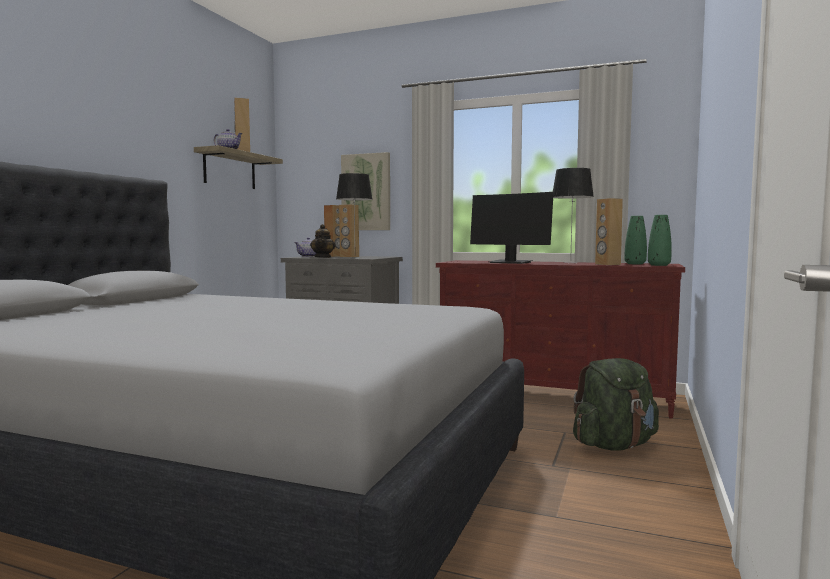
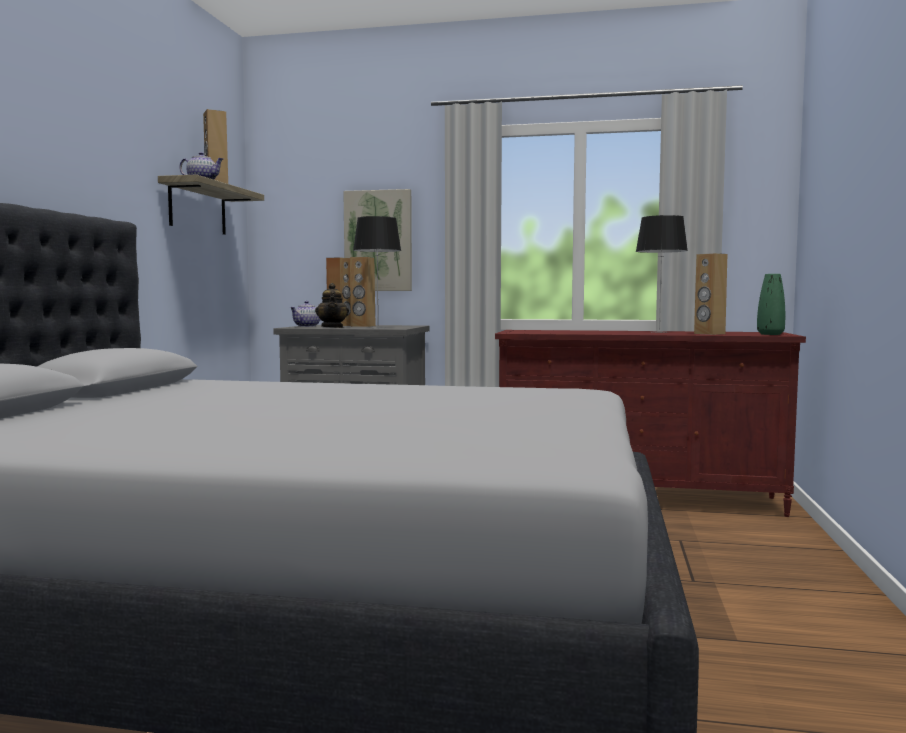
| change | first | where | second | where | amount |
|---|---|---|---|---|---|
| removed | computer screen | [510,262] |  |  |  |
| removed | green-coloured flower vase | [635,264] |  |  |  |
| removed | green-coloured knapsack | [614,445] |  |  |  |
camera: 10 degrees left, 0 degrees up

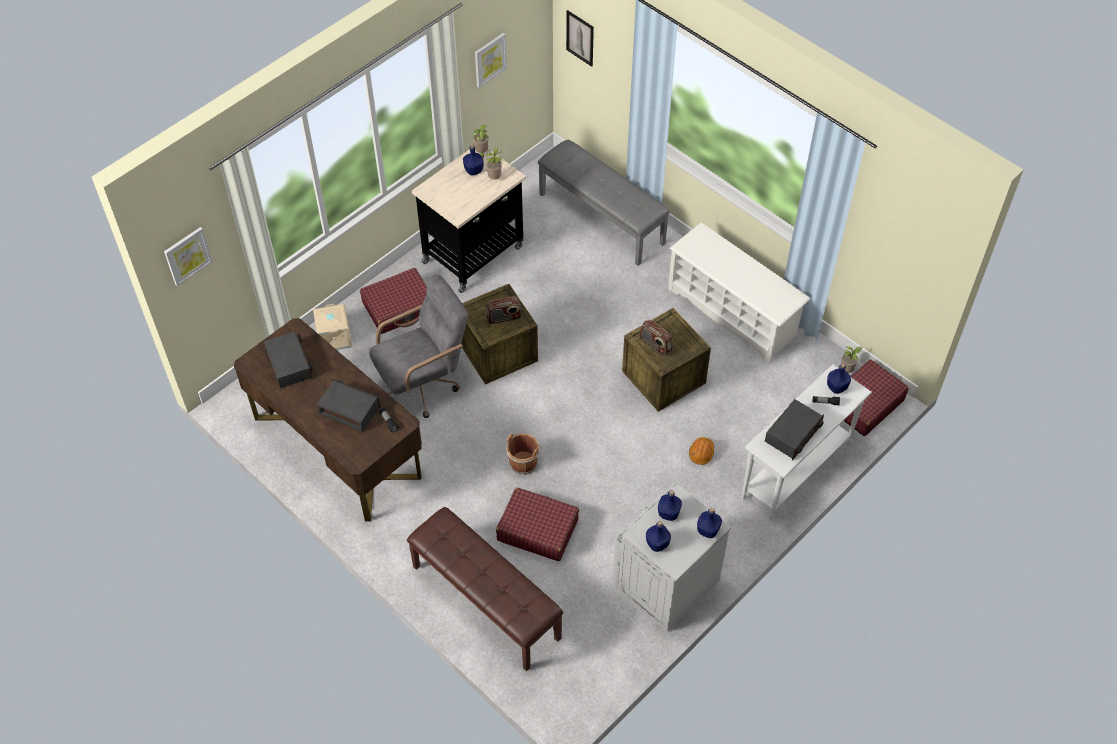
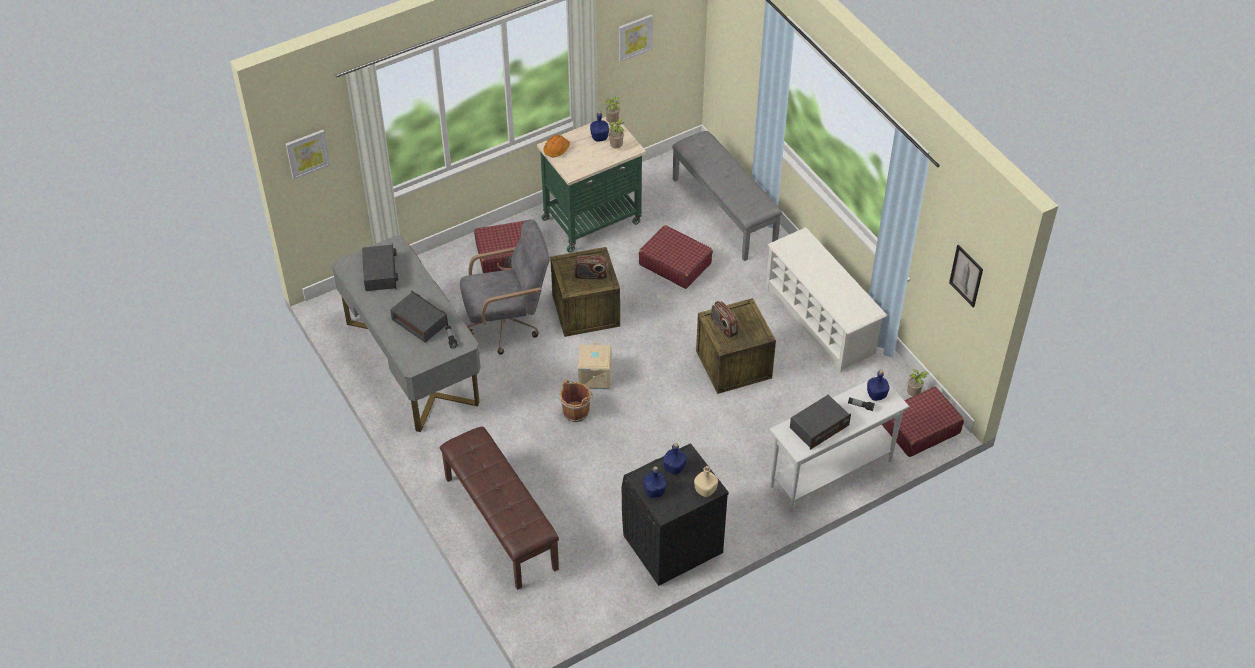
| change | first | where | second | where | amount |
|---|---|---|---|---|---|
| moved | wall art | [580,38] |  | [966,275] |  |
| recoloured | black cart | [473,254] | green-coloured cart | [592,220] |  |
| moved | sand-coloured storage container | [334,337] |  | [594,376] |  |
| recoloured | brownish desk | [337,447] | greyish desk | [412,362] |  |
| moved | orangey hard hat | [701,453] |  | [556,150] |  |
| recoloured | whitish laundry machine | [666,584] | black laundry machine | [672,545] |  |
| moved | red-coloured suitcase | [537,530] |  | [675,263] |  |
| recoloured | blue drink bottle | [707,531] | sand-coloured drink bottle | [705,491] |  |
camera: 15 degrees right, 5 degrees down

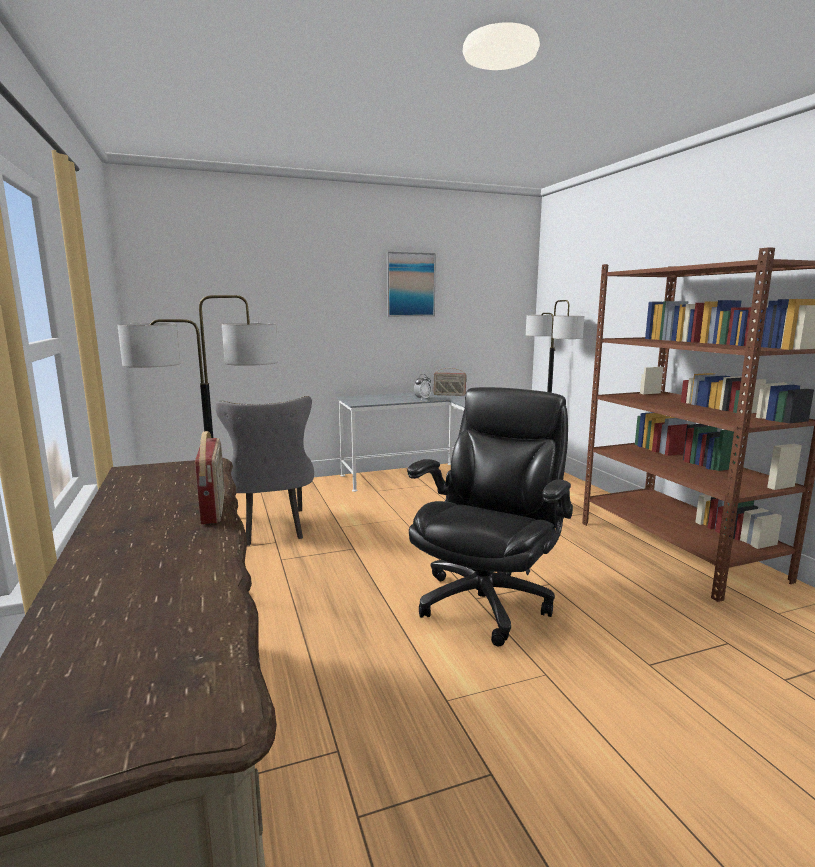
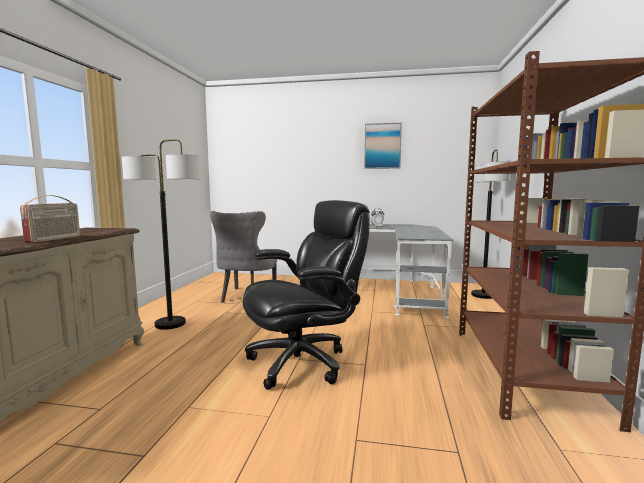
| change | first | where | second | where | amount |
|---|---|---|---|---|---|
| removed | radio | [449,395] |  |  |  |
camera: 30 degrees right, 5 degrees down

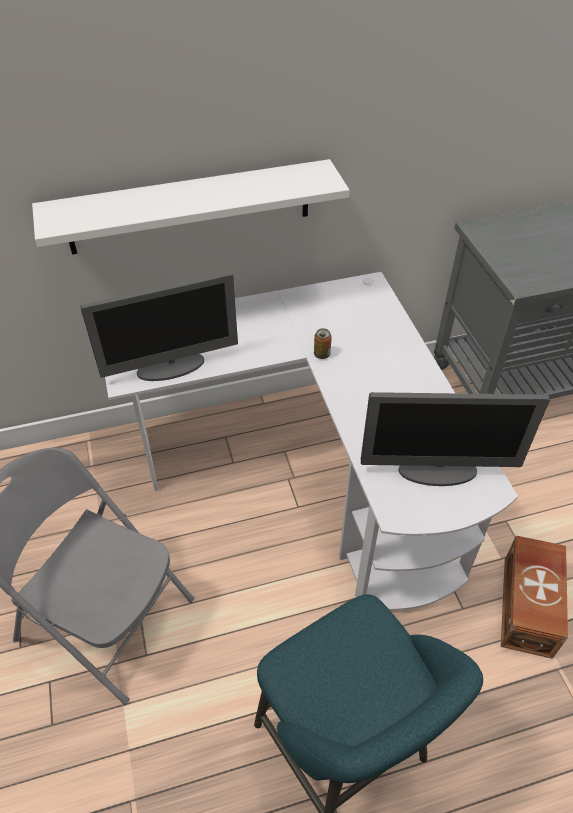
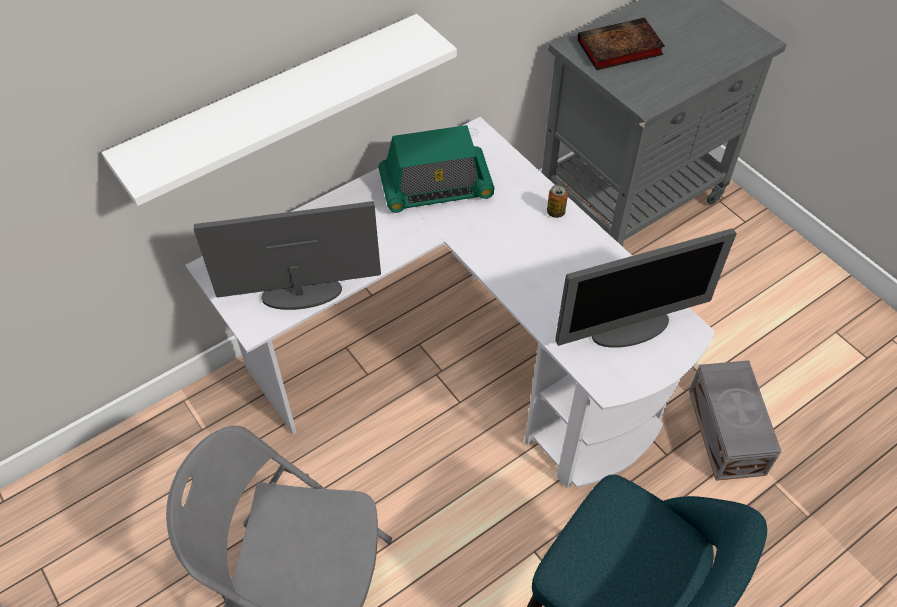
| change | first | where | second | where | amount |
|---|---|---|---|---|---|
| turned | computer screen | [171,367] |  | [301,294] | 150 degrees counterclockwise |
| moved | metal can | [322,354] |  | [555,212] |  |
| recoloured | brownish storage container | [529,605] | greyish storage container | [727,430] |  |
| added |  |  | bound book | [618,49] |  |
| added |  |  | radio | [436,187] |  |
camera: 20 degrees left, 5 degrees up

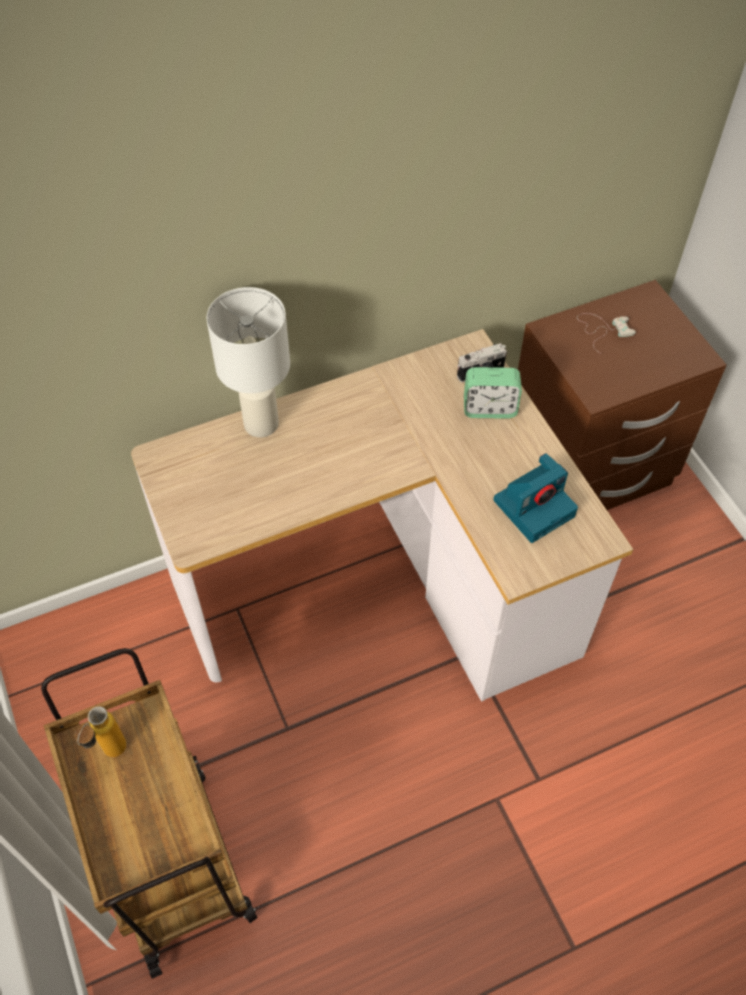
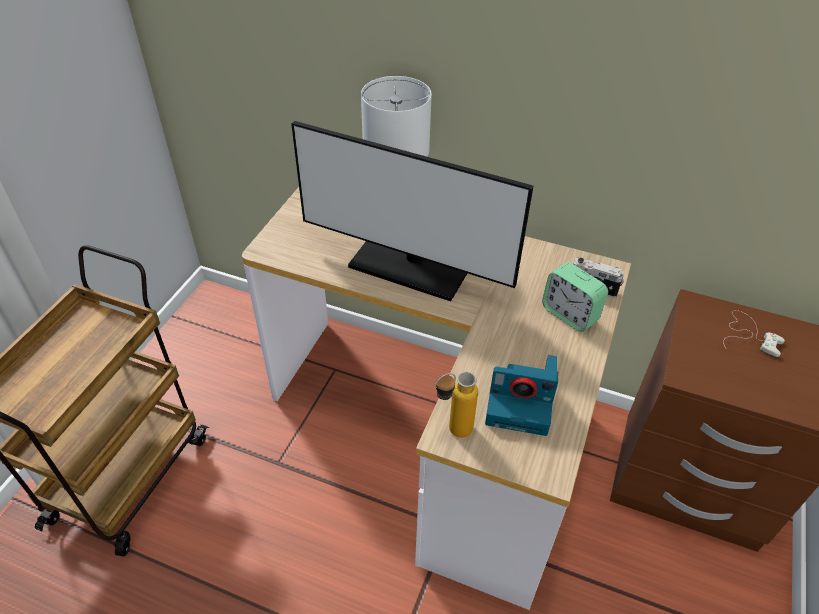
| change | first | where | second | where | amount |
|---|---|---|---|---|---|
| moved | drink bottle | [110,755] |  | [451,432] |  |
| added |  |  | computer screen | [409,268] |  |
camera: 45 degrees right, 10 degrees down

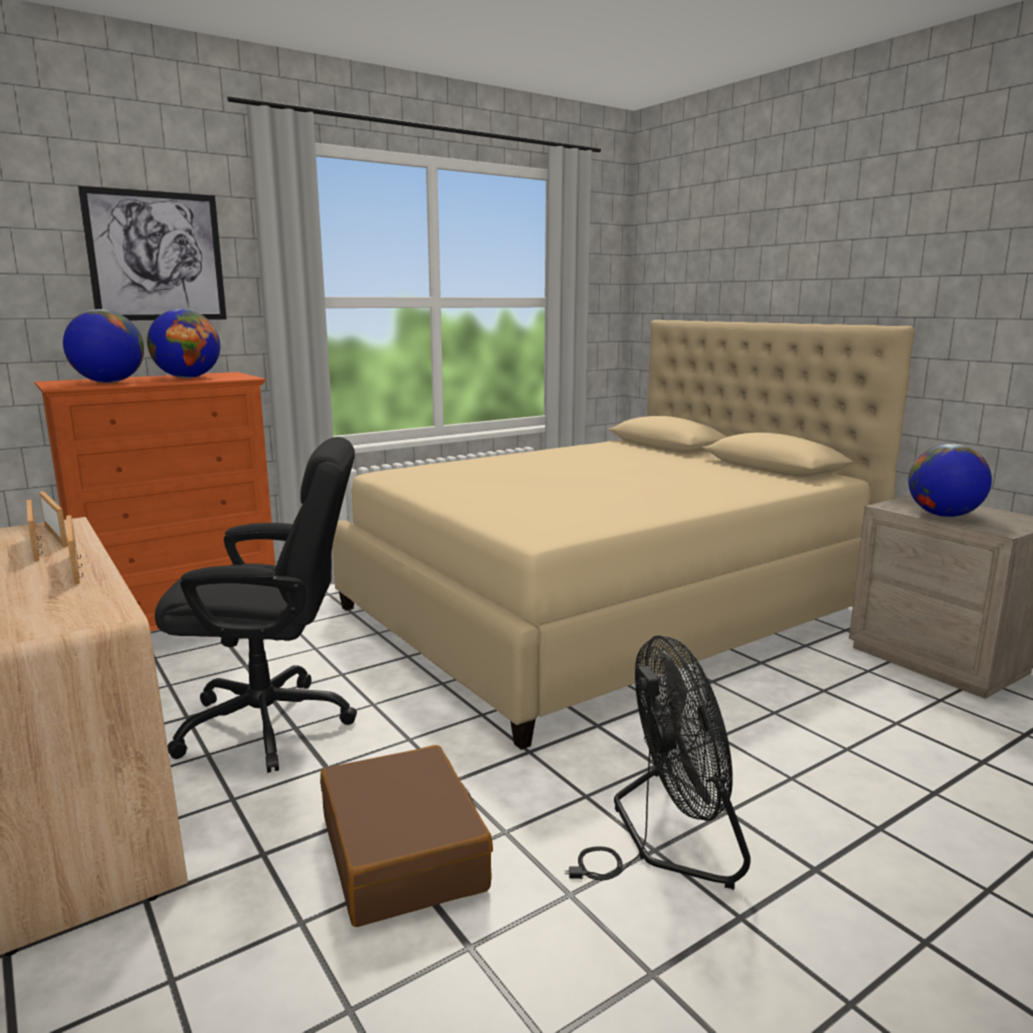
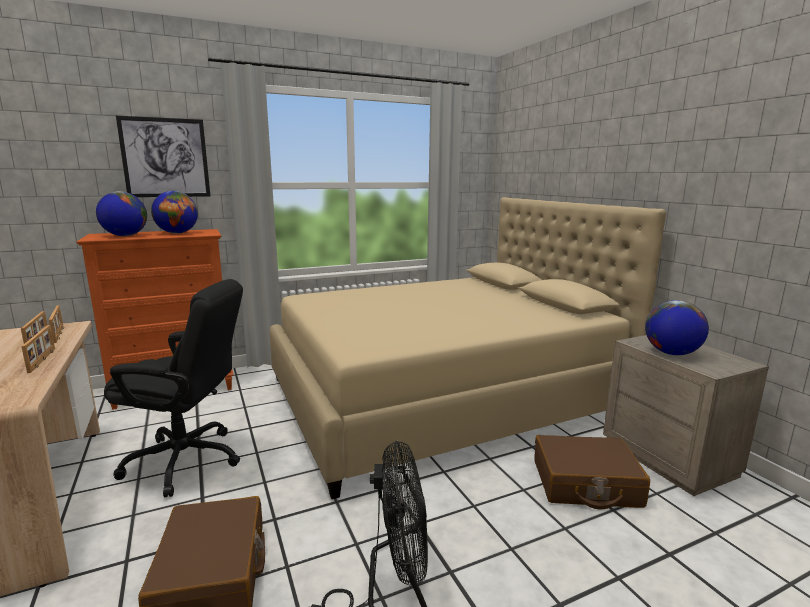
| change | first | where | second | where | amount |
|---|---|---|---|---|---|
| added |  |  | brownish suitcase | [585,484] |  |
camera: 10 degrees right, 0 degrees up

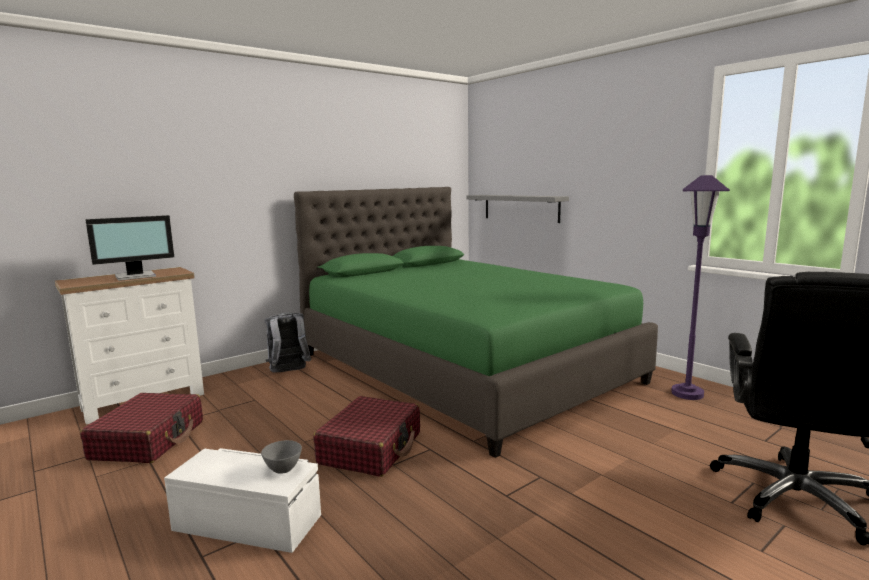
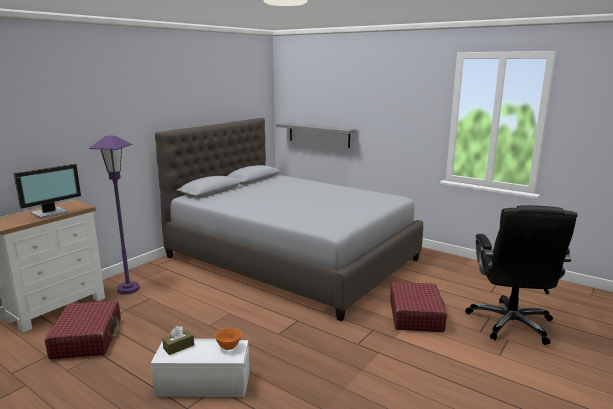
| change | first | where | second | where | amount |
|---|---|---|---|---|---|
| moved | purplish floor lamp | [687,394] |  | [128,289] |  |
| recoloured | green-coloured bedroom bed | [462,367] | greyish bedroom bed | [291,258] |  |
| removed | greyish knapsack | [289,372] |  |  |  |
| moved | red-coloured suitcase | [371,448] |  | [416,315] |  |
| recoloured | greyish serving bowl | [283,470] | orangey serving bowl | [229,347] |  |
| added |  |  | brownish tissue holder | [178,347] |  |
camera: 15 degrees left, 5 degrees up

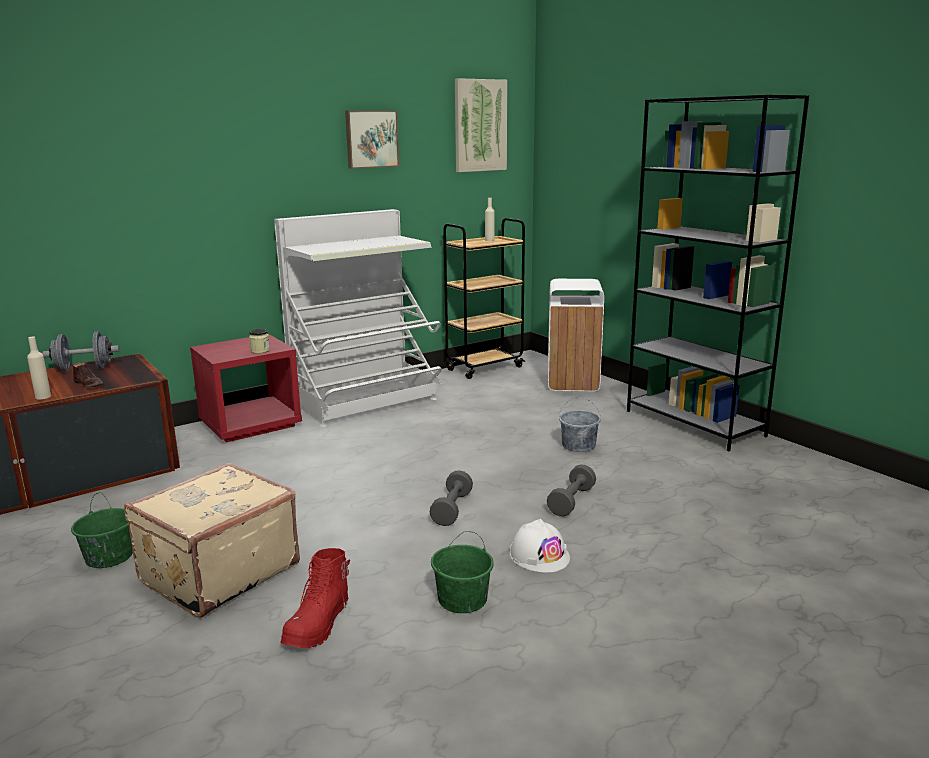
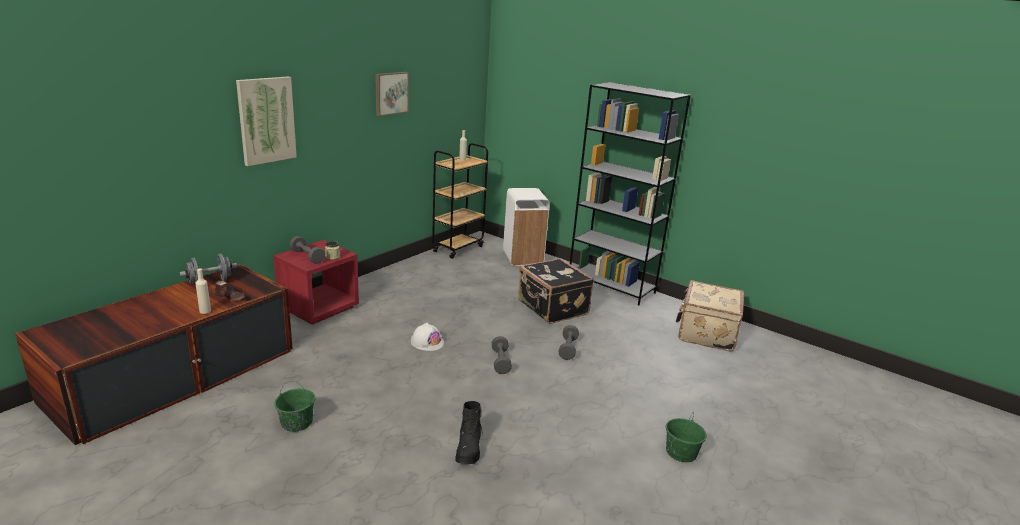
| change | first | where | second | where | amount |
|---|---|---|---|---|---|
| moved | wall art | [480,125] |  | [266,120] |  |
| removed | whitish shoe rack | [367,403] |  |  |  |
| replaced | greyish water bucket | [579,445] | black suitcase | [552,308] |  |
| moved | sand-coloured suitcase | [217,572] |  | [705,333] |  |
| moved | whitish hard hat | [539,555] |  | [427,342] |  |
| moved | green-coloured water bucket | [463,599] |  | [681,452] |  |
| recoloured | red-coloured tall boot | [319,625] | black tall boot | [469,448] |  |
| added |  |  | greyish dumbbell | [307,257] |  |
camera: 20 degrees left, 5 degrees up

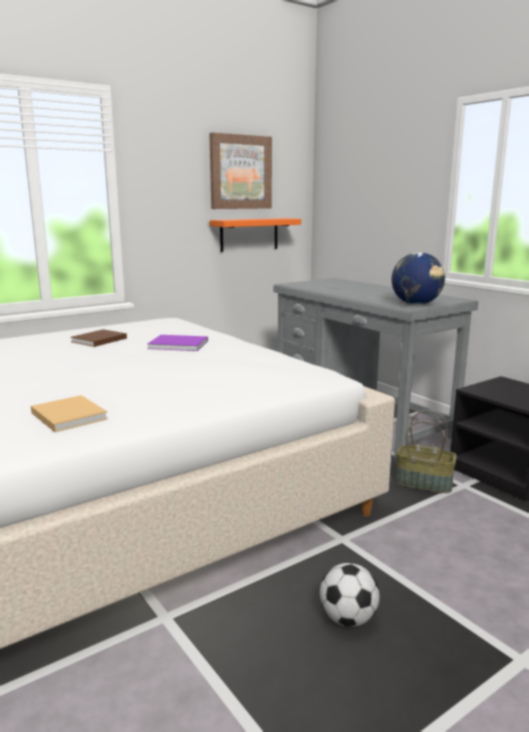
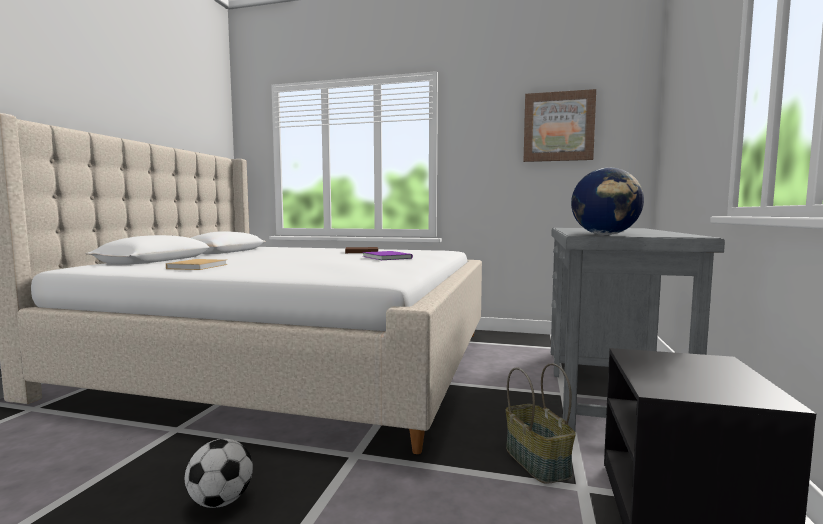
| change | first | where | second | where | amount |
|---|---|---|---|---|---|
| removed | orangey shelf | [249,234] |  |  |  |
camera: 50 degrees right, 10 degrees down

